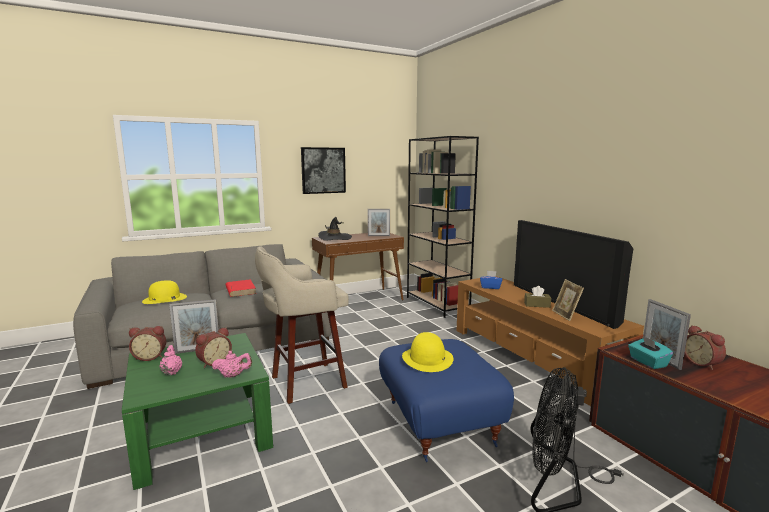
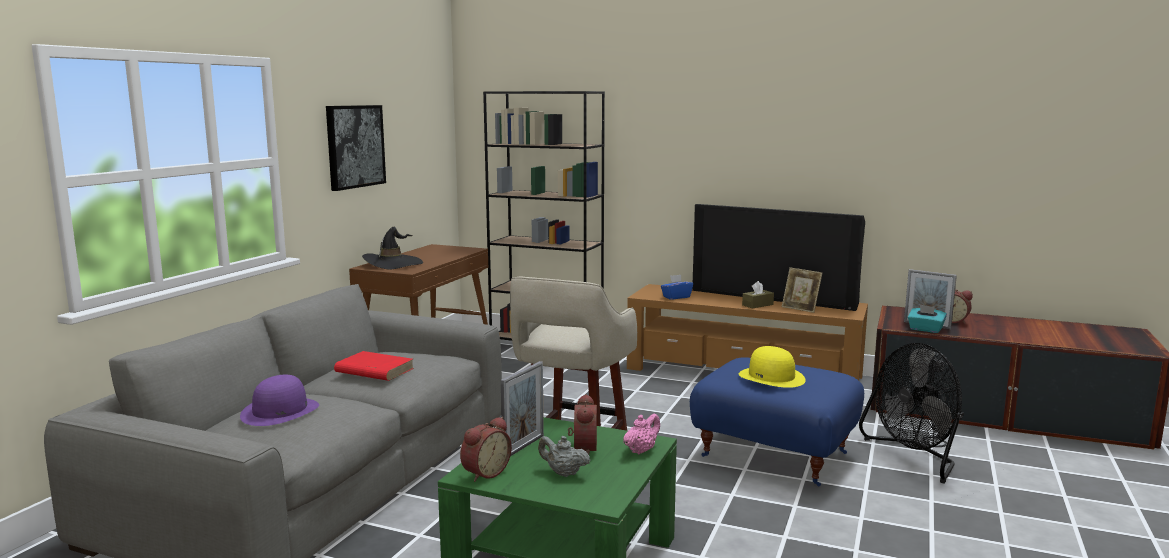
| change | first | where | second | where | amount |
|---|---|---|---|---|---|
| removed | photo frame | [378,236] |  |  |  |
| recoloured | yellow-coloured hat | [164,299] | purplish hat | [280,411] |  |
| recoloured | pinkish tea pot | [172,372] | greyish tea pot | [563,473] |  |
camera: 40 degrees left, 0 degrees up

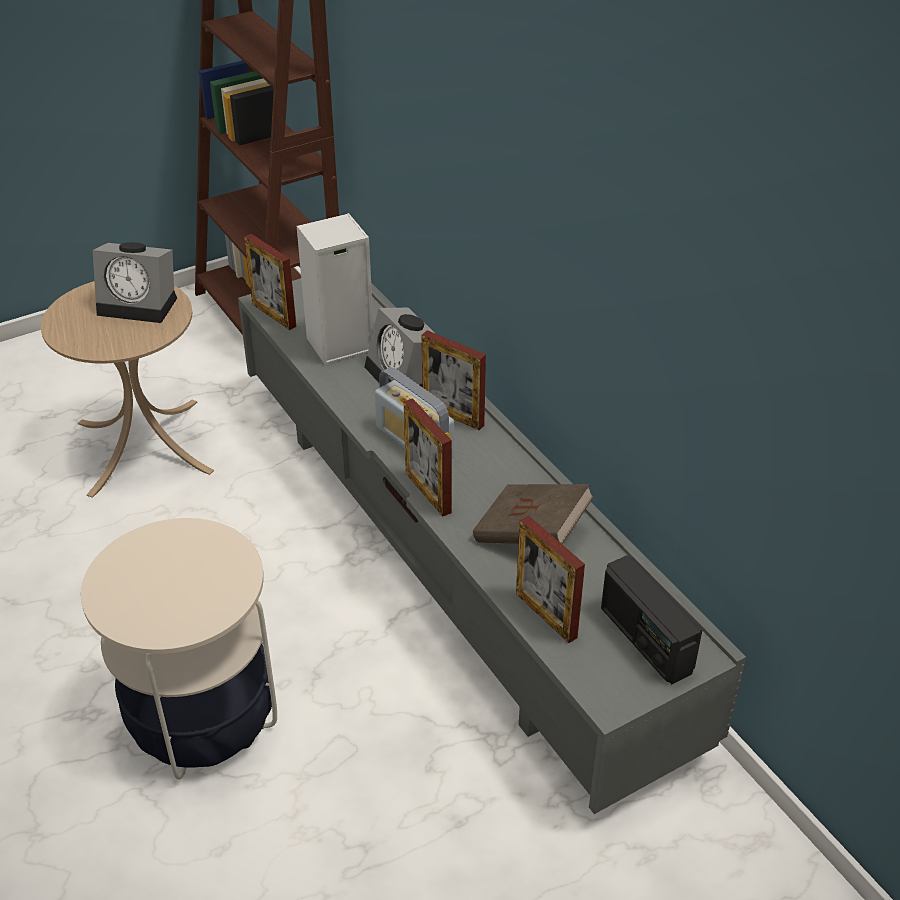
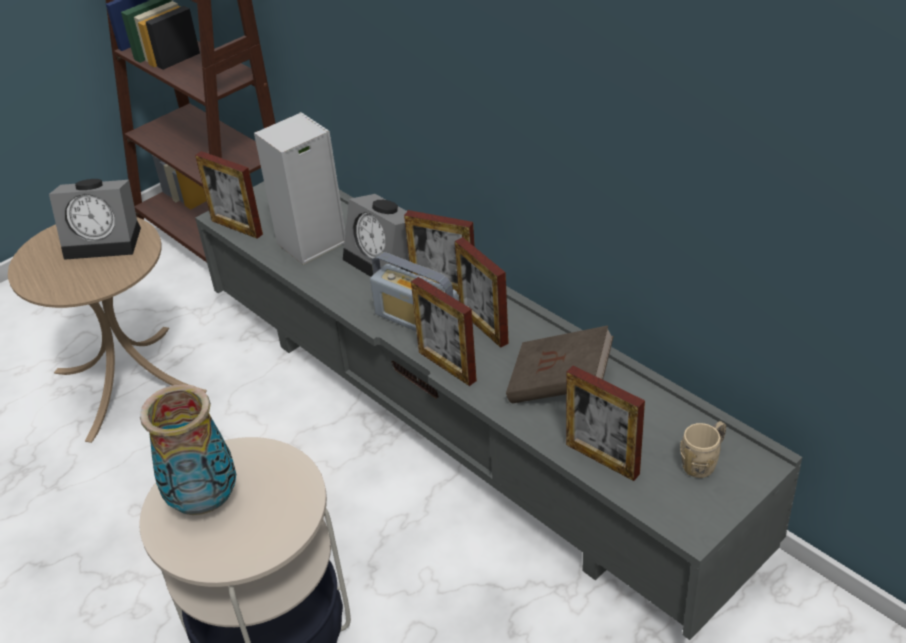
| change | first | where | second | where | amount |
|---|---|---|---|---|---|
| replaced | radio | [645,640] | sand-coloured tea mug | [703,462] |  |
| added |  |  | photo frame | [483,327] |  |
| added |  |  | flower vase | [205,502] |  |
camera: 10 degrees left, 0 degrees up

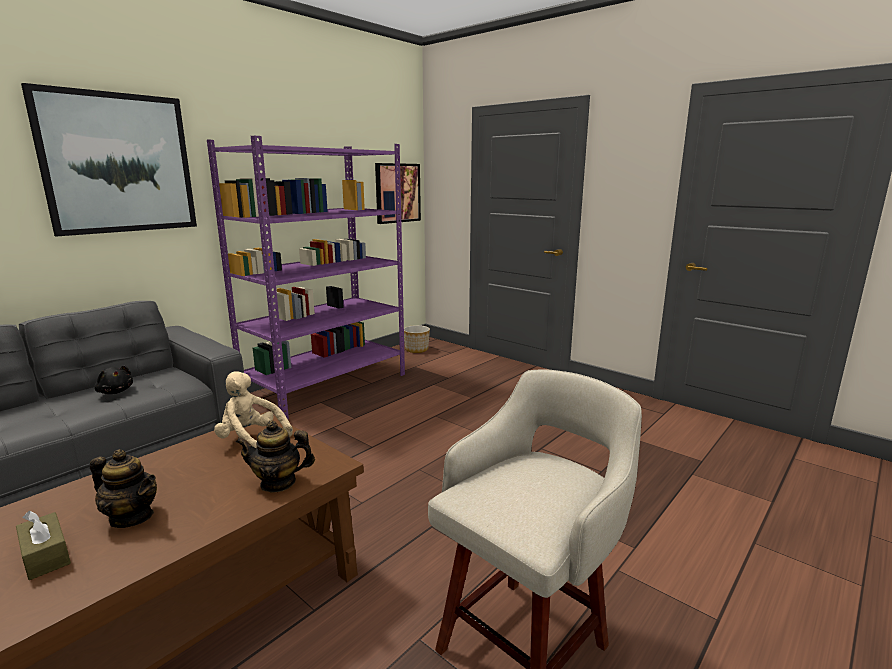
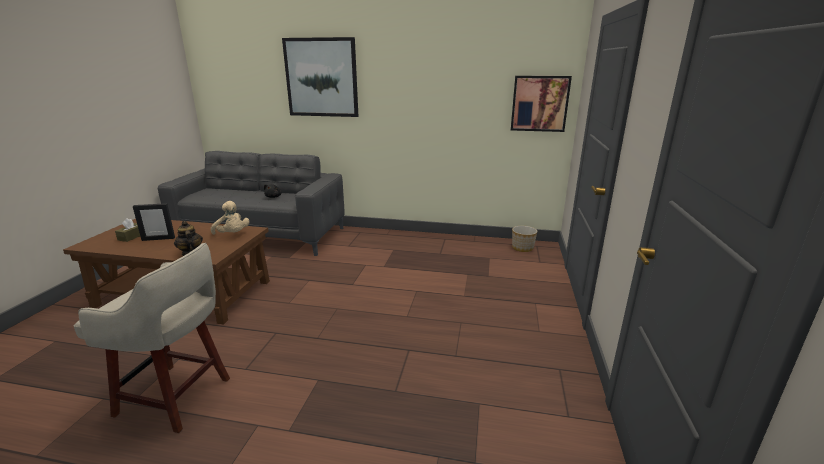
| change | first | where | second | where | amount |
|---|---|---|---|---|---|
| removed | purplish shelving unit | [326,385] |  |  |  |
| turned | sand-coloured cuddly toy | [251,440] |  | [232,234] | 135 degrees clockwise |
| replaced | tea pot | [132,517] | photo frame | [158,238] |  |
camera: 60 degrees right, 5 degrees up

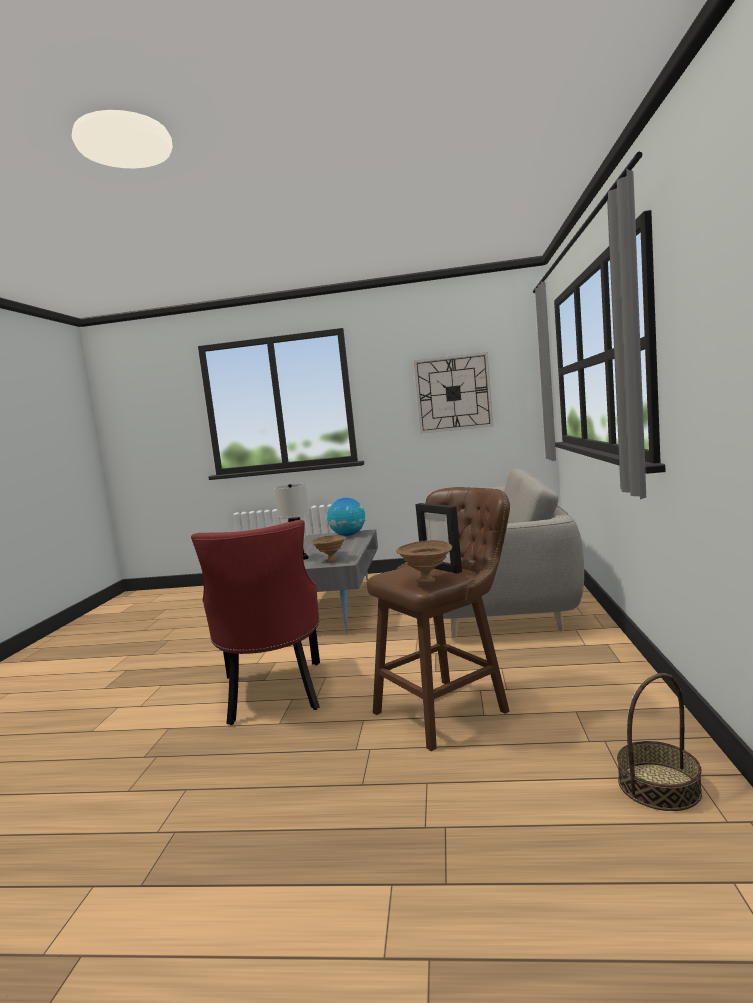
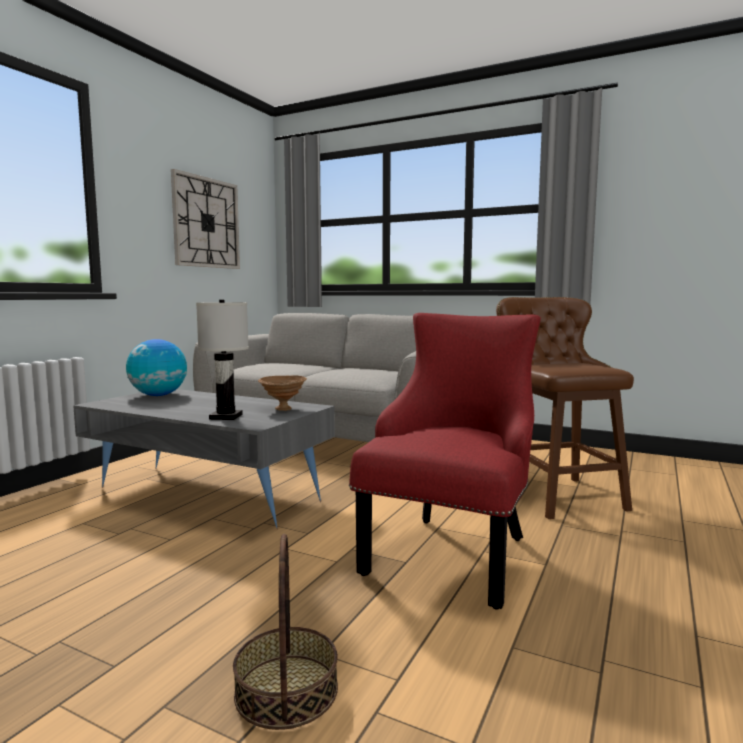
| change | first | where | second | where | amount |
|---|---|---|---|---|---|
| removed | photo frame | [441,568] |  |  |  |
| turned | red-coloured easy chair | [273,691] |  | [450,559] | 75 degrees counterclockwise |
| removed | brownish serving bowl | [427,581] |  |  |  |
| moved | household basket | [658,786] |  | [286,690] |  |
camera: 70 degrees left, 0 degrees up

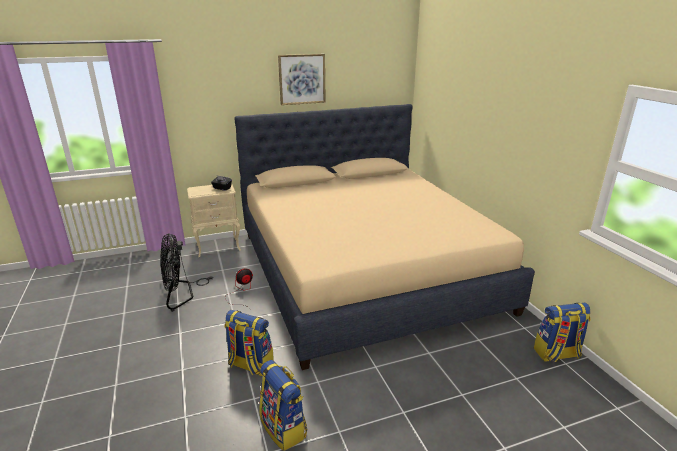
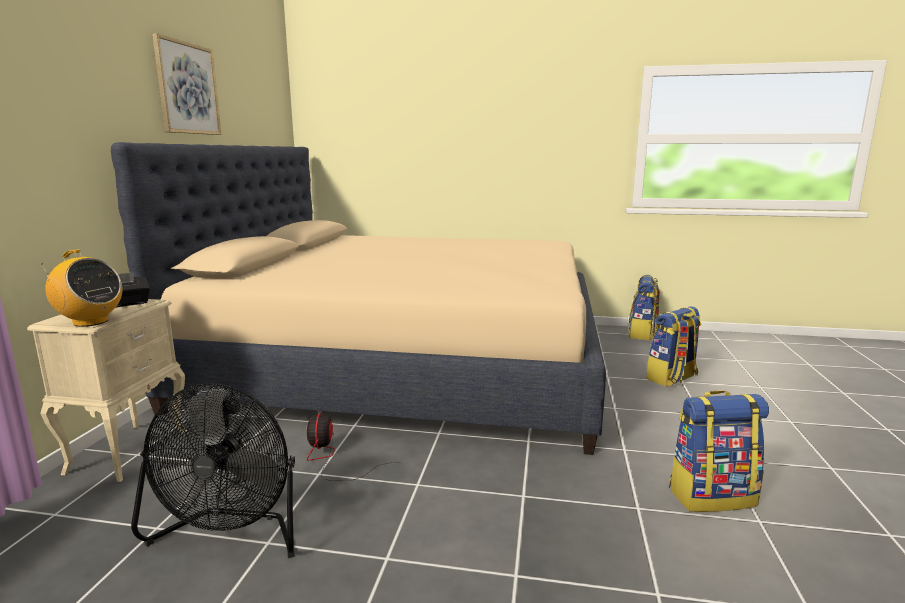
| change | first | where | second | where | amount |
|---|---|---|---|---|---|
| moved | knapsack | [250,365] |  | [672,378] |  |
| added |  |  | radio | [90,322] |  |
camera: 60 degrees left, 10 degrees down

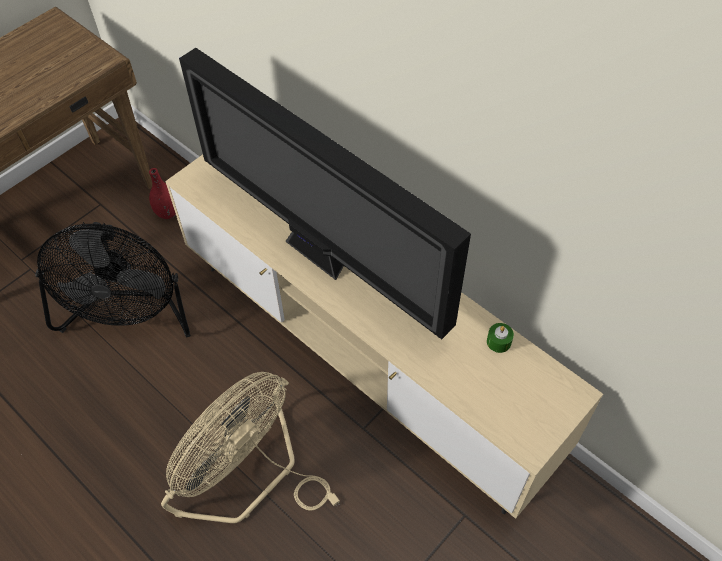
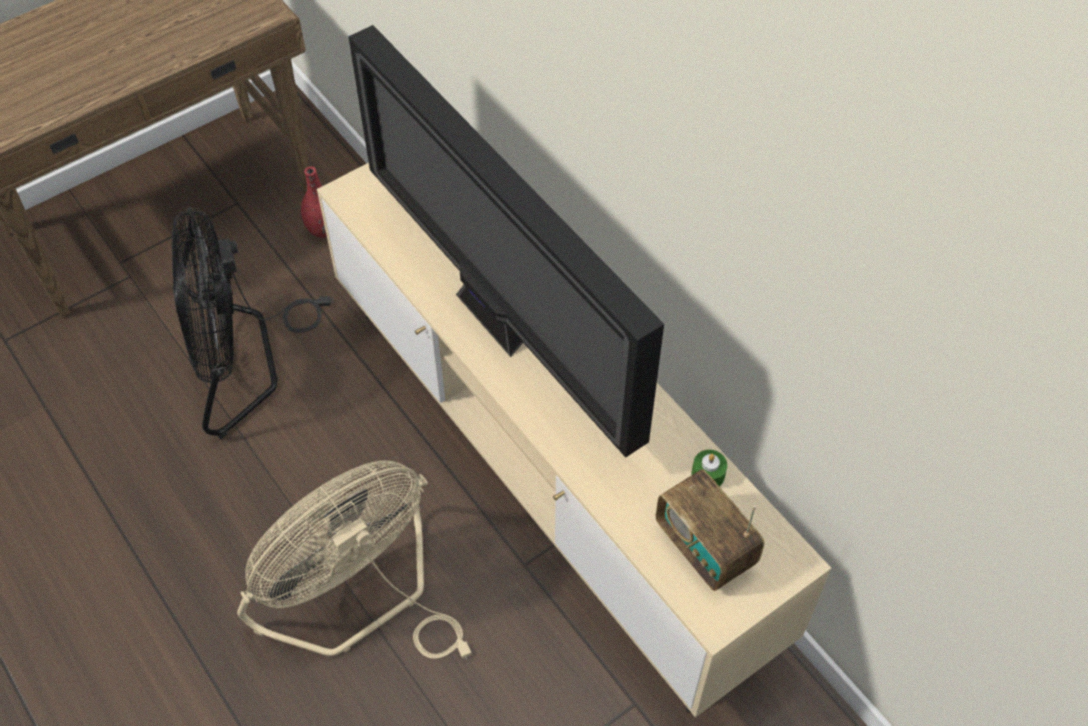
| change | first | where | second | where | amount |
|---|---|---|---|---|---|
| turned | black fan | [126,310] |  | [243,352] | 60 degrees clockwise |
| added |  |  | radio | [704,547] |  |
camera: 10 degrees right, 0 degrees up

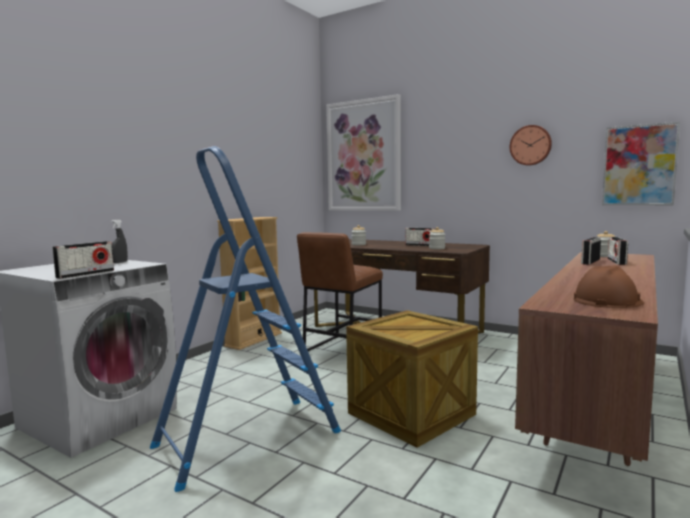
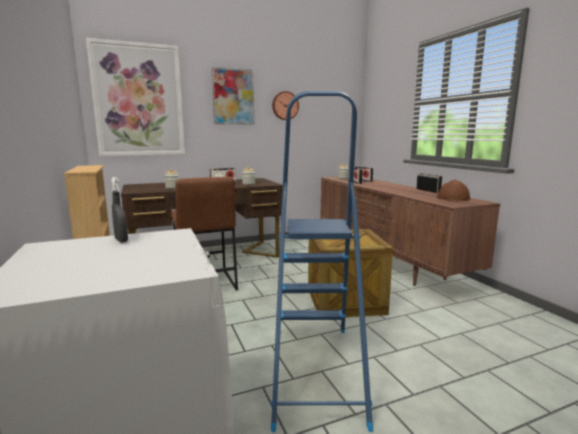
| change | first | where | second | where | amount |
|---|---|---|---|---|---|
| moved | wall art | [639,165] |  | [233,97] |  |
| moved | radio | [86,274] |  | [428,191] |  |
camera: 55 degrees left, 5 degrees up

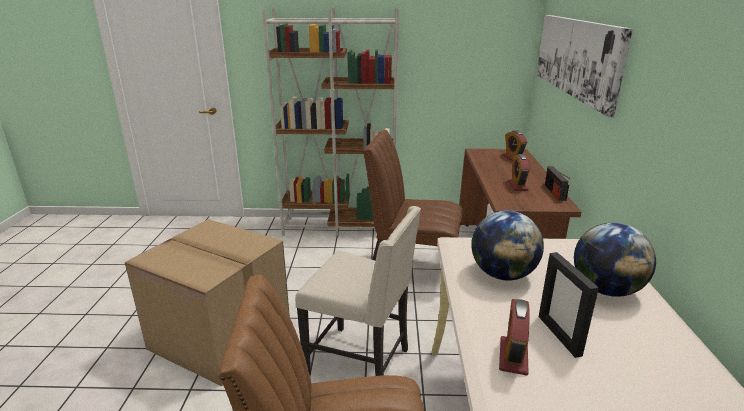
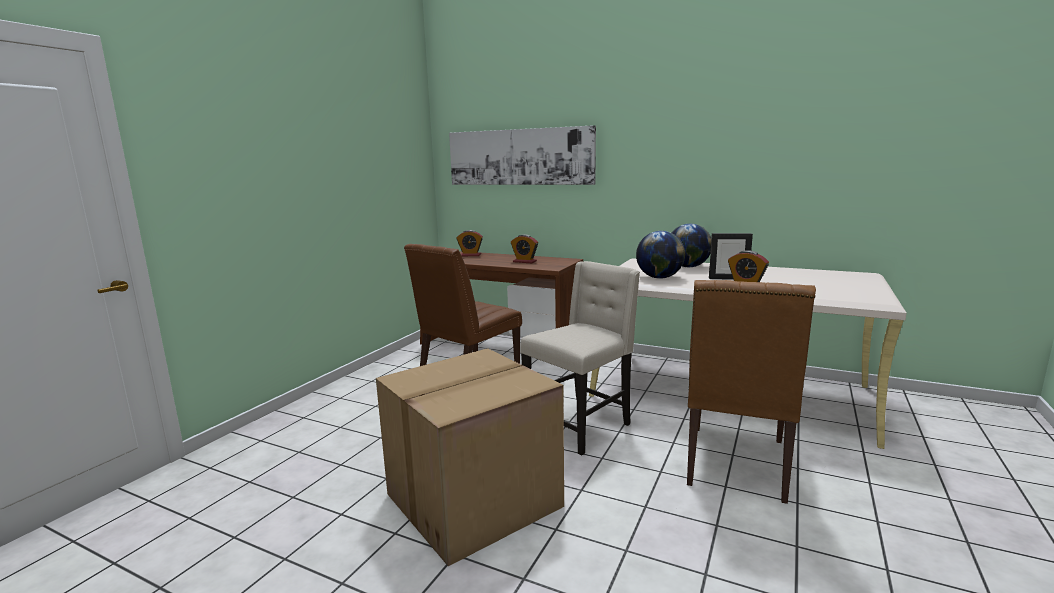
| change | first | where | second | where | amount |
|---|---|---|---|---|---|
| removed | brownish shelving unit | [340,227] |  |  |  |
| removed | radio | [555,192] |  |  |  |
camera: 65 degrees left, 10 degrees down

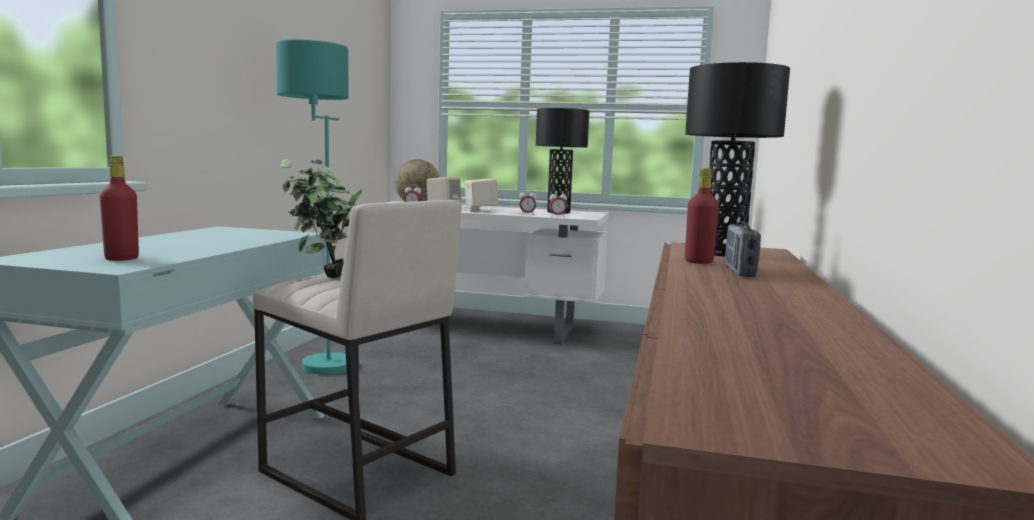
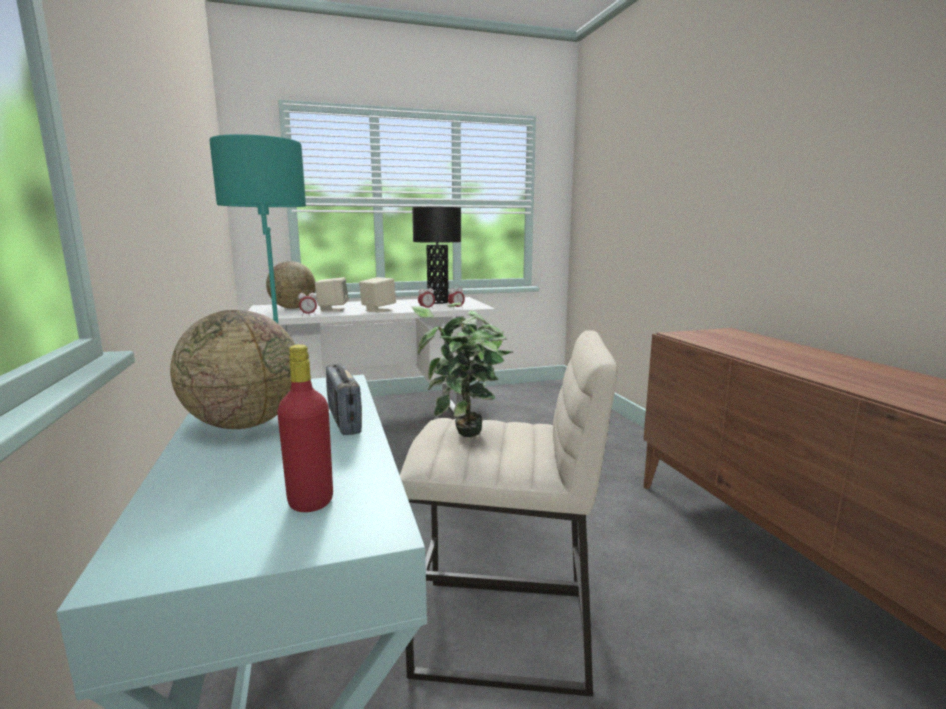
| change | first | where | second | where | amount |
|---|---|---|---|---|---|
| removed | black lamp for a table | [723,253] |  |  |  |
| removed | red-coloured drink bottle | [698,262] |  |  |  |
| moved | radio | [739,271] |  | [344,421] |  |
| added |  |  | globe | [244,424] |  |
camera: 30 degrees left, 5 degrees up

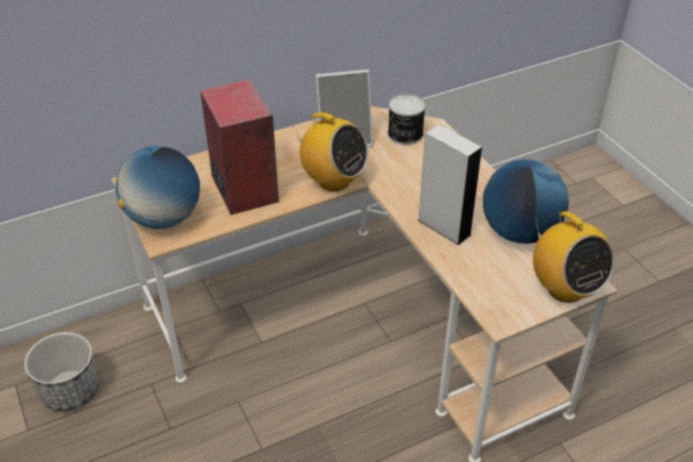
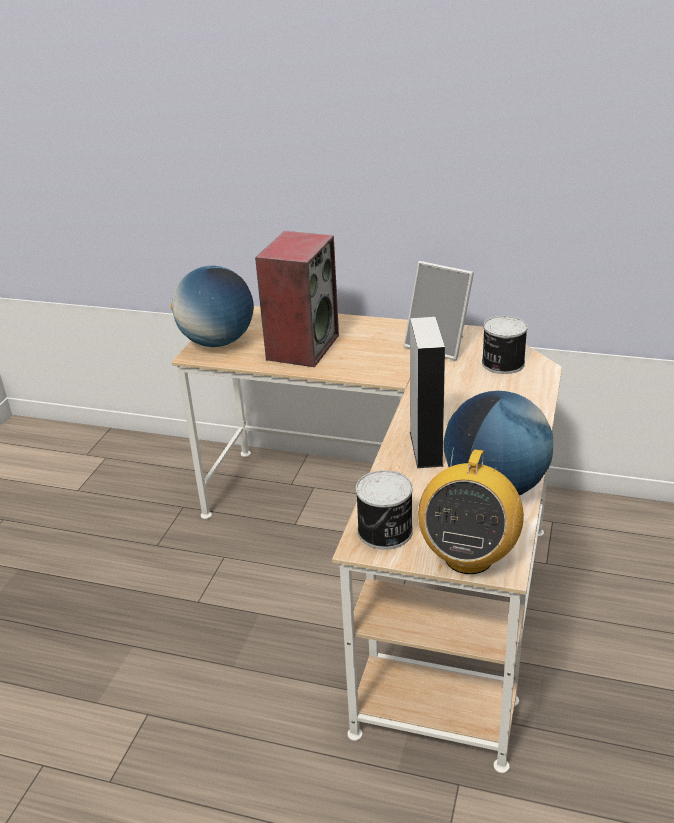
| change | first | where | second | where | amount |
|---|---|---|---|---|---|
| removed | radio | [333,181] |  |  |  |
| removed | planter | [70,390] |  |  |  |
| added |  |  | metal can | [386,532] |  |
camera: 45 degrees right, 10 degrees down

